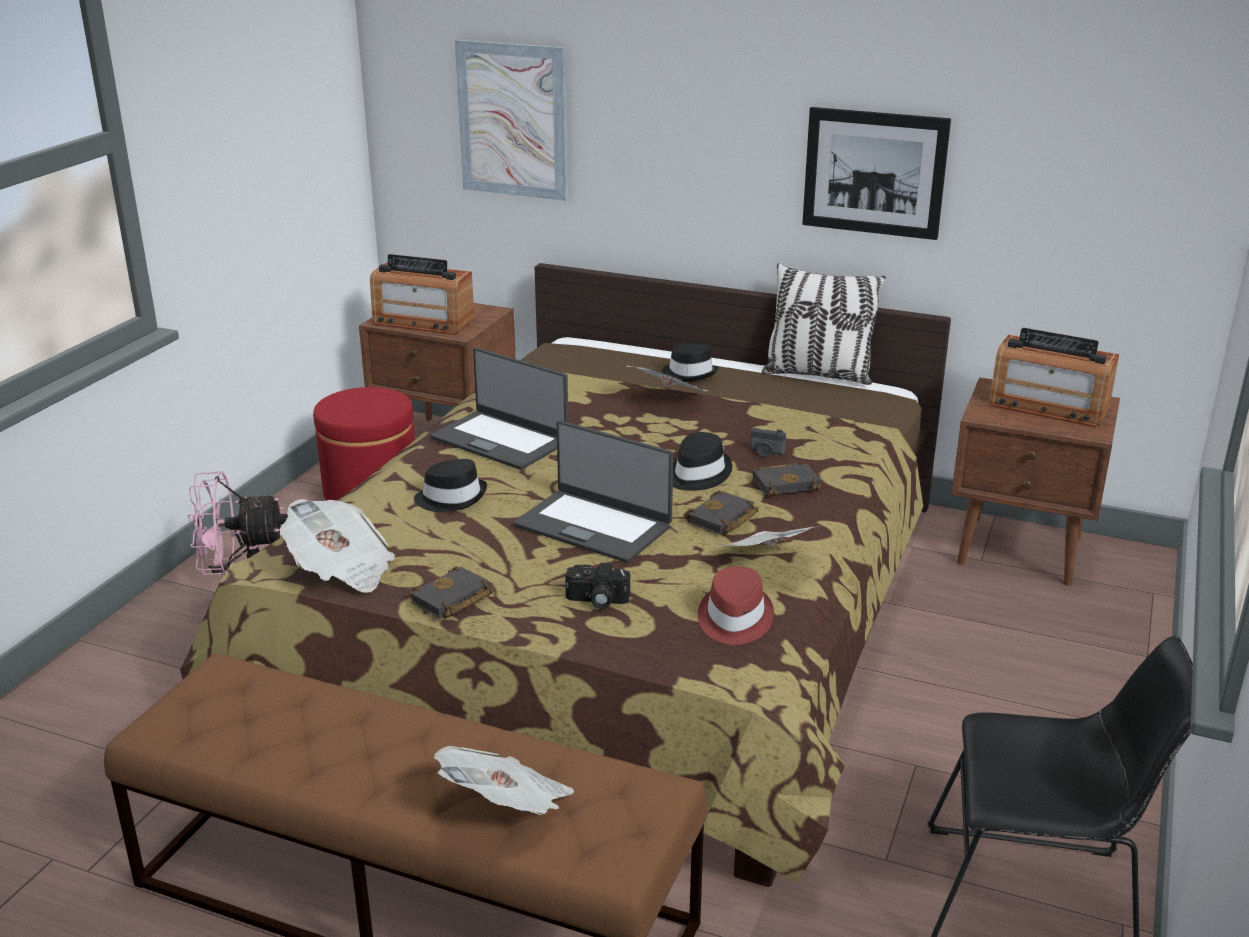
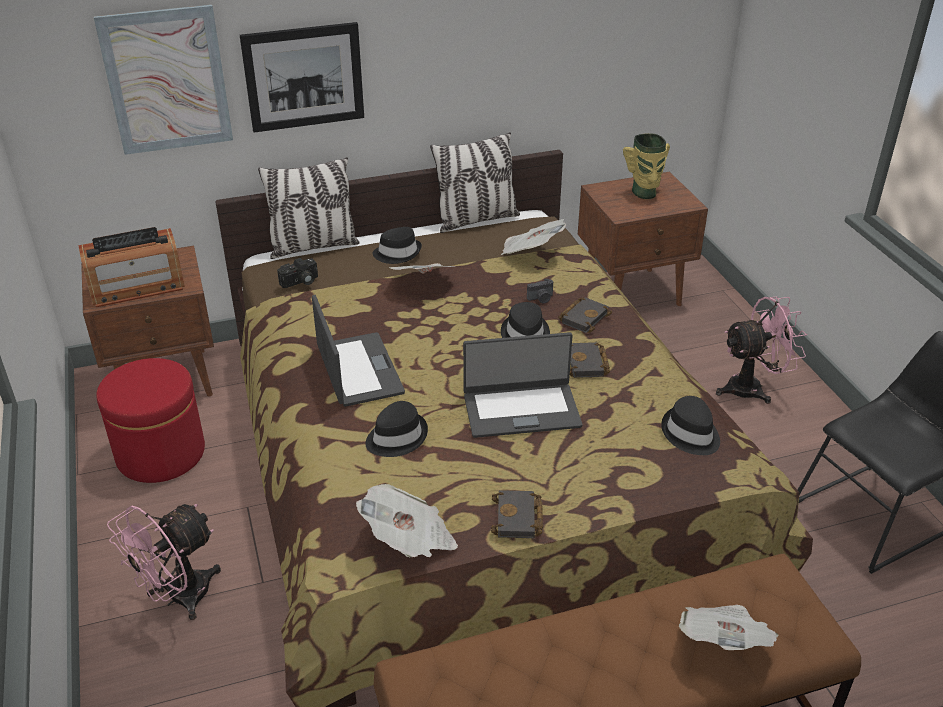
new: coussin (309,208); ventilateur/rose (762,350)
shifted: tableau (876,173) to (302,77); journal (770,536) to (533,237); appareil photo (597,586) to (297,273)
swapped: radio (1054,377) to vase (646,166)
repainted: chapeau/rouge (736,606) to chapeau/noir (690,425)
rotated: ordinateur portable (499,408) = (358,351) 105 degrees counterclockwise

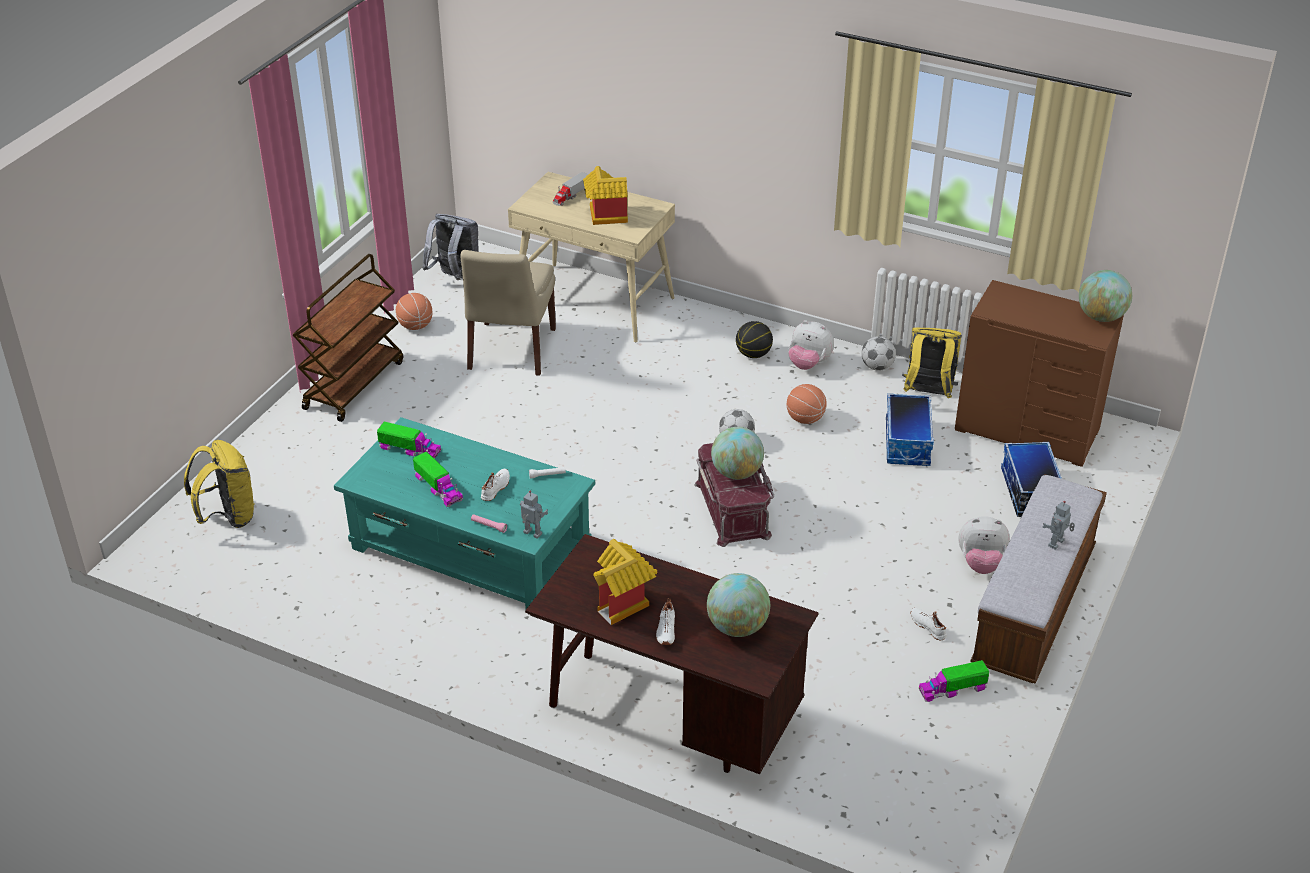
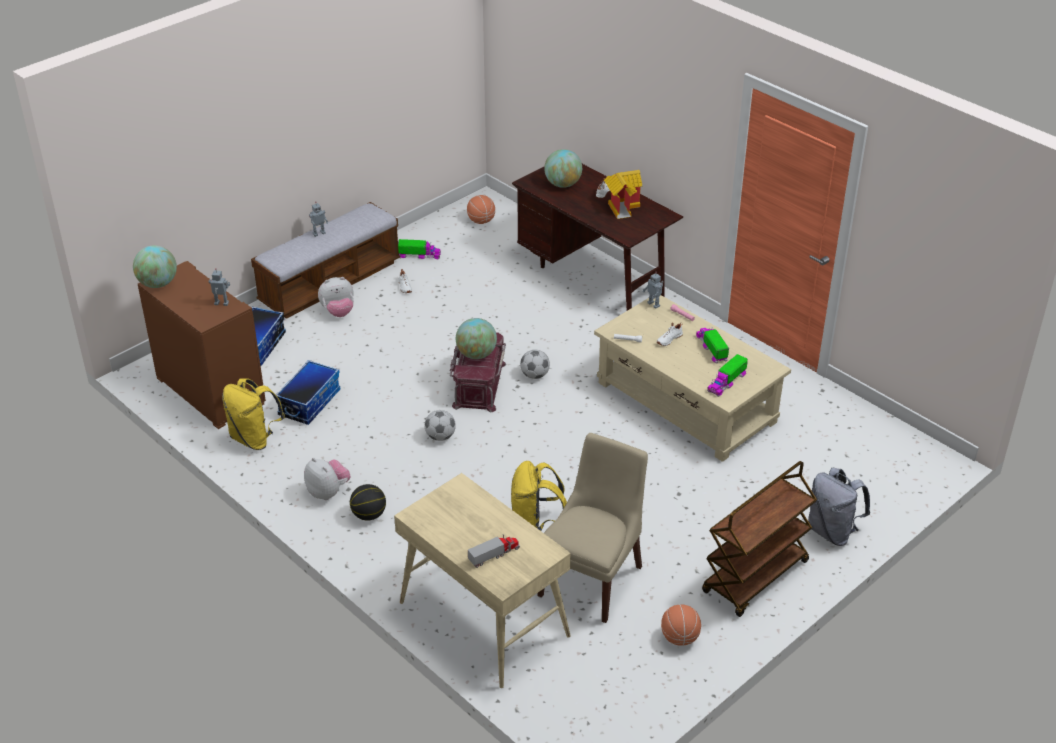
gone: maison miniature (605,195)
new: robot jouet (219,287)
shifted: sac à dos/gris (451,247) to (839,507); ballon de foot (878,353) to (535,364); ballon de basket (807,404) to (481,209); sac à dos/jaune (219,484) to (539,496)
repainted: table basse/turquoise (464,513) to table basse/beige (692,378)
rotated: camion jouet (409,440) = (727,375) 90 degrees counterclockwise; peluche (984,545) = (336,297) 135 degrees clockwise

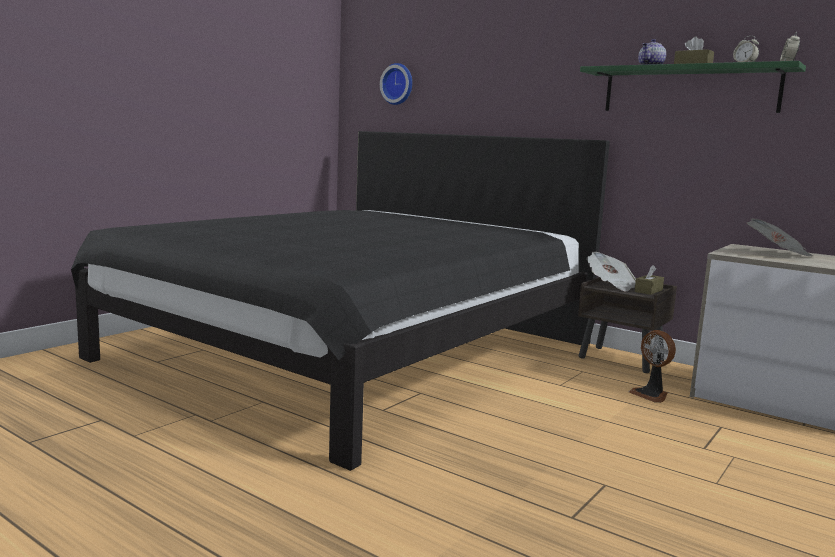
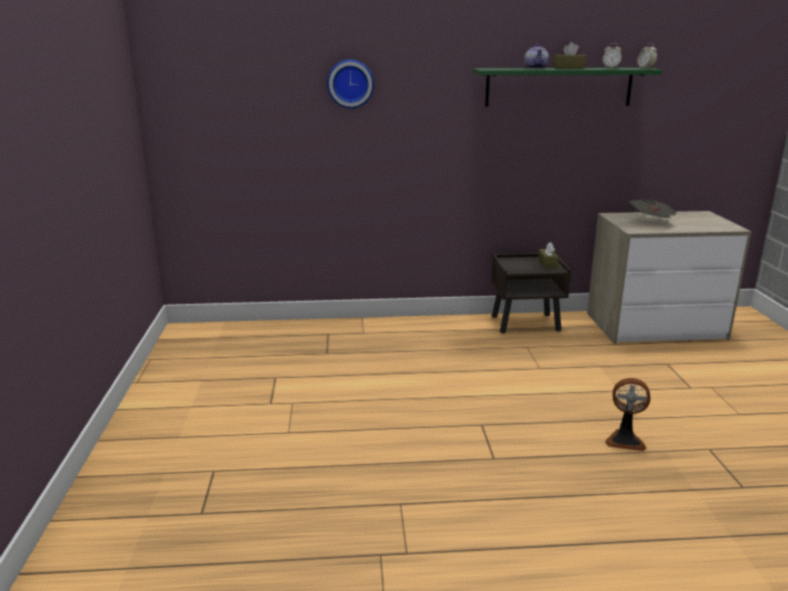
gone: lit/noir (340,301); journal (611,271)
shifted: horloge murale (396,84) to (350,83); ventilateur (652,366) to (627,414)

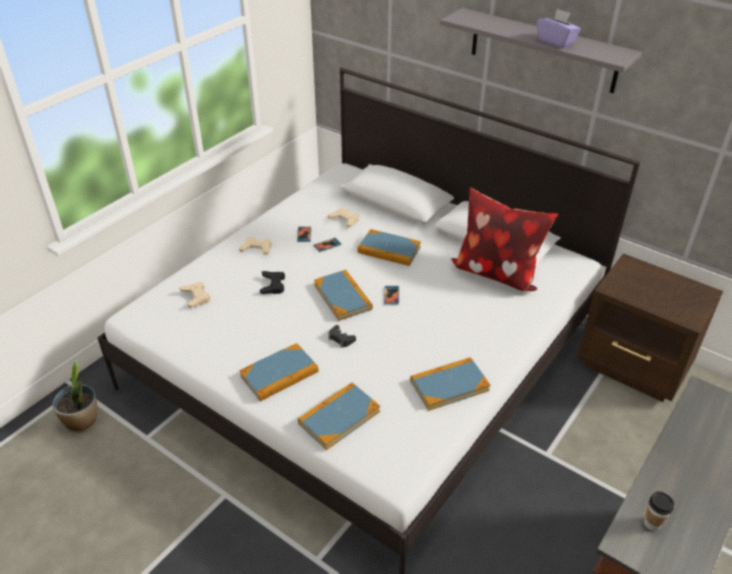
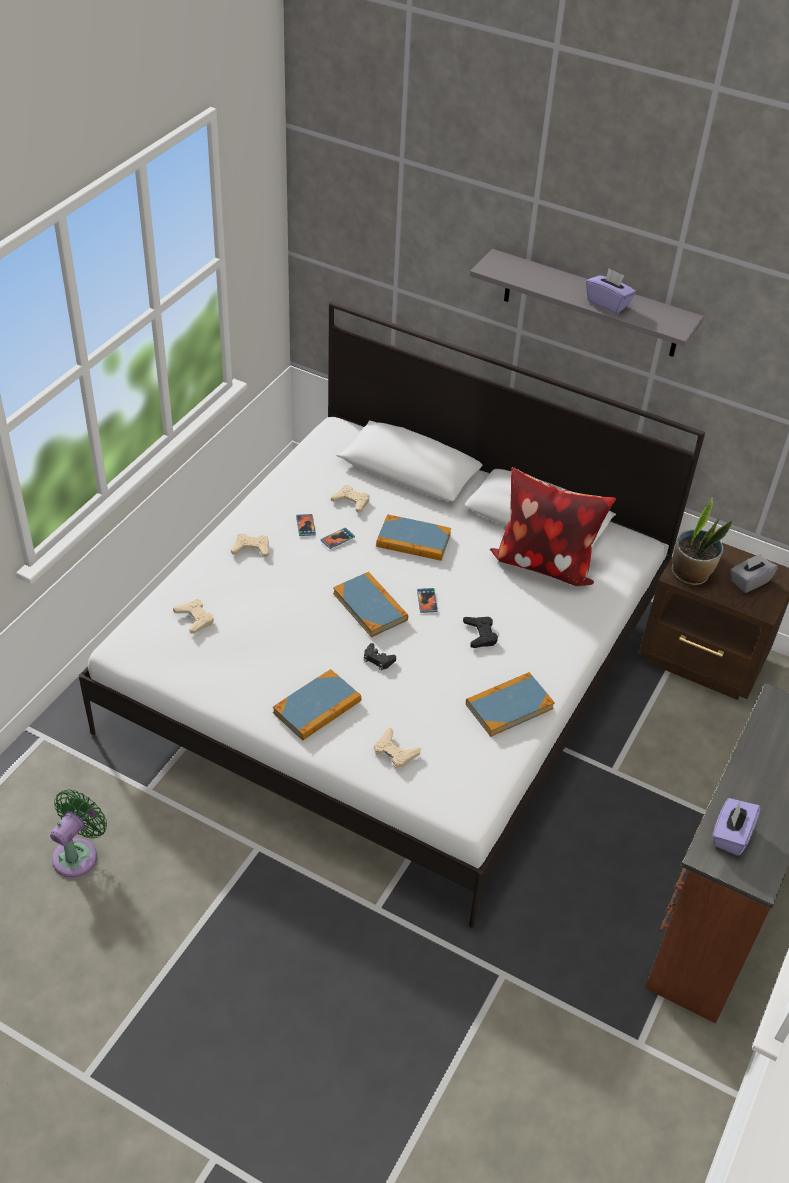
new: boîte à mouchoirs/gris (754,573); ventilateur/vert (78,833)
shifted: manette/noir (272,282) to (480,632); plante en pot (75,396) to (702,541)
swapped: livre (339,416) to manette/beige (397,748); tasse (659,511) to boîte à mouchoirs/violet (736,826)

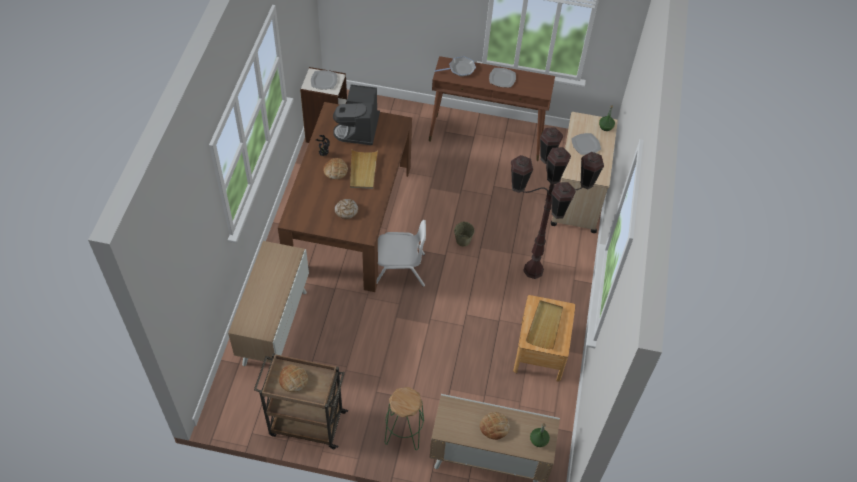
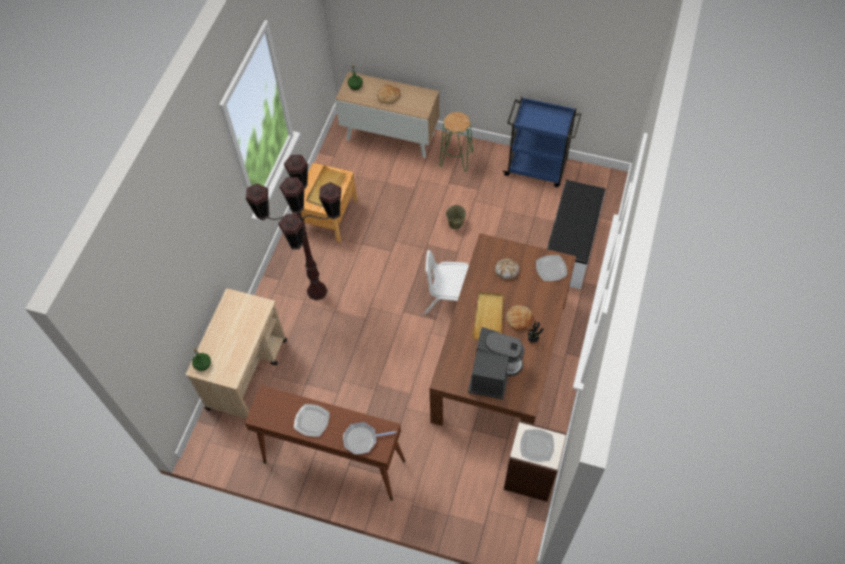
gone: pain (293,378)
shifted: assiette (586,144) to (551,268); seau/beige (464,233) to (456,217)
swapped: meuble de rangement (268,303) to banc/blanc (576,234)
repainted: chariot/marron (301,401) to chariot/bleu (542,142)

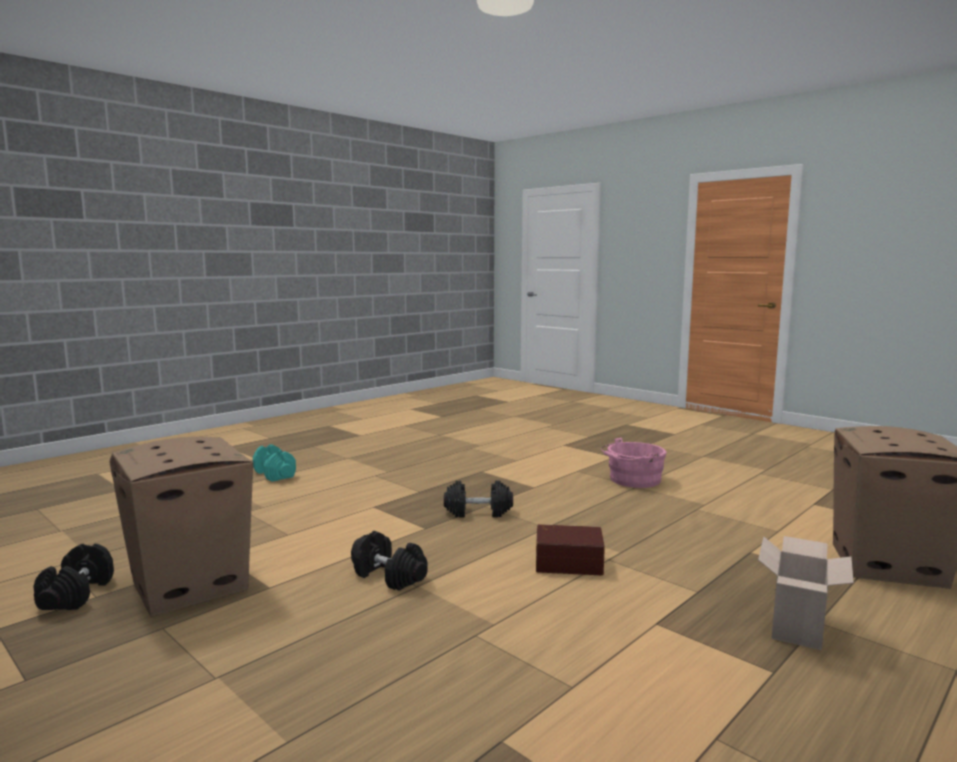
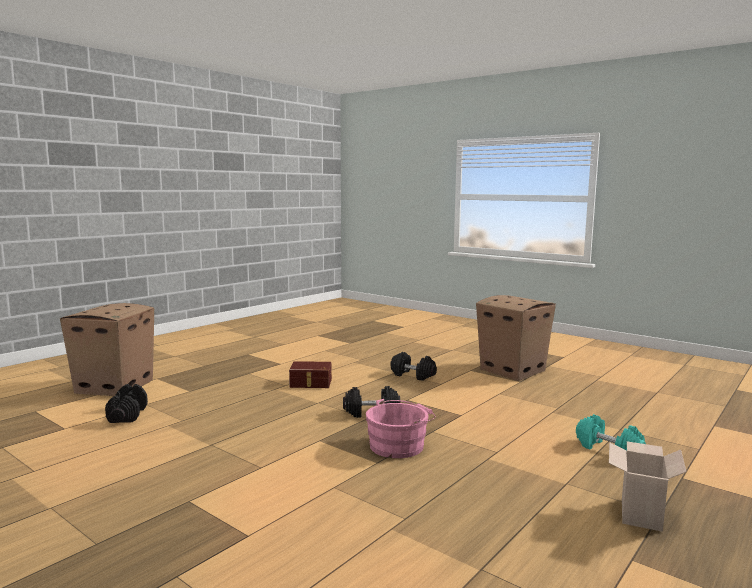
shifted: seau/rose (633,463) to (401,428); carton (806,593) to (647,486); haltère/noir (73,577) to (126,403)

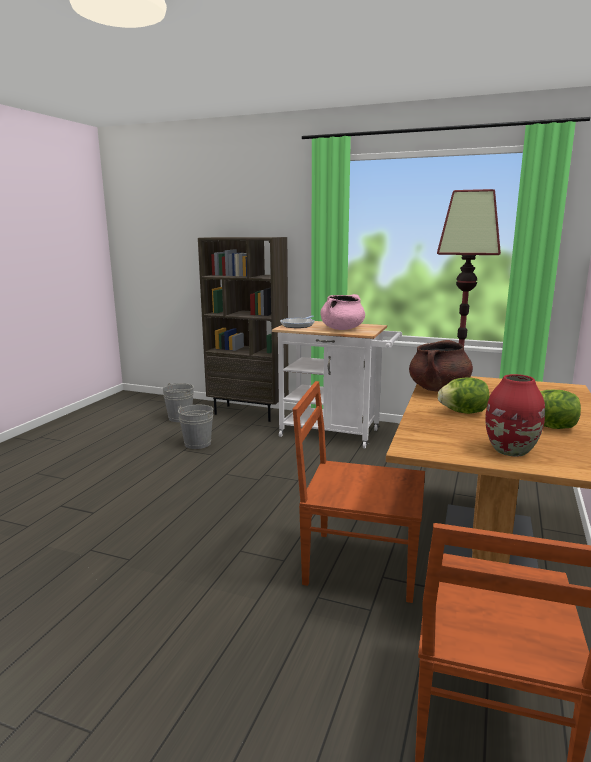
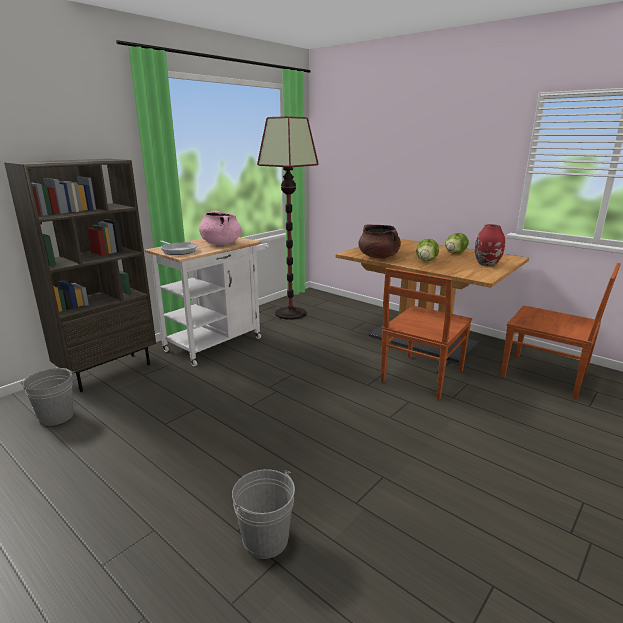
shifted: seau/gris (195,427) to (263,514)

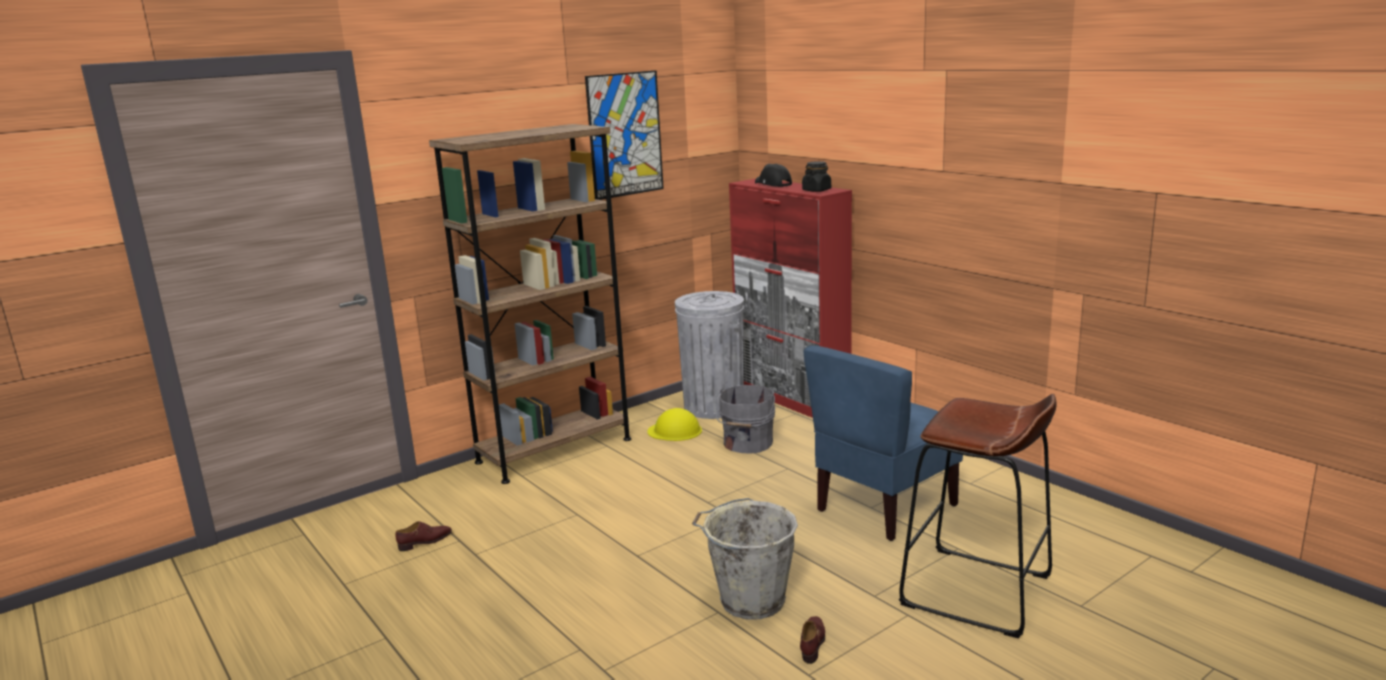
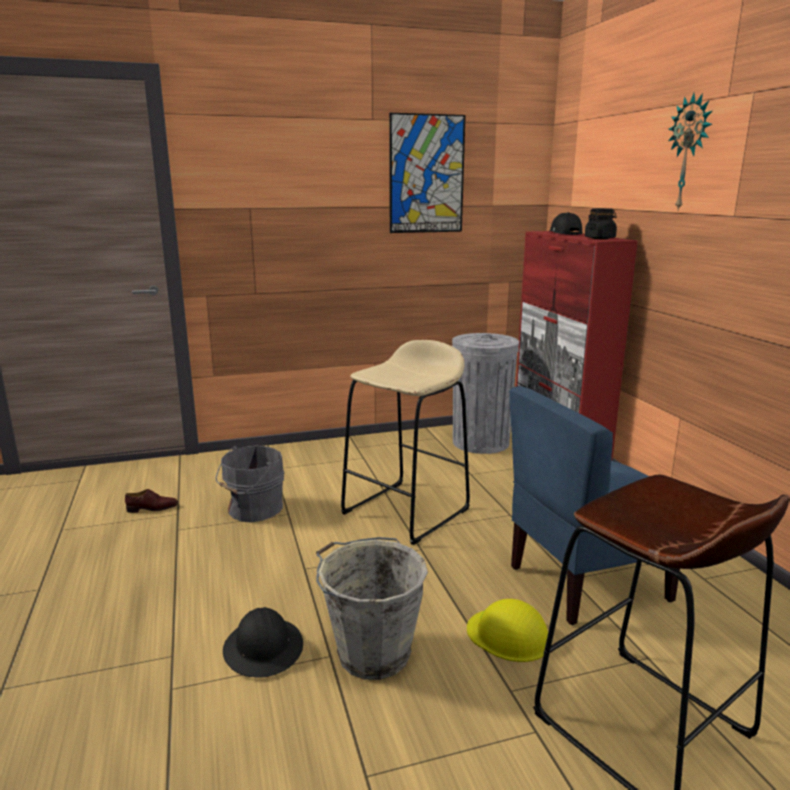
gone: bibliothèque/marron (530,304); chaussure/marron (812,640)
new: horloge murale (690,151); tabouret/beige (405,442); casque de chantier/noir (263,642)
shifted: seau/gris (745,419) to (250,484); casque de chantier/jaune (674,424) to (507,630)

